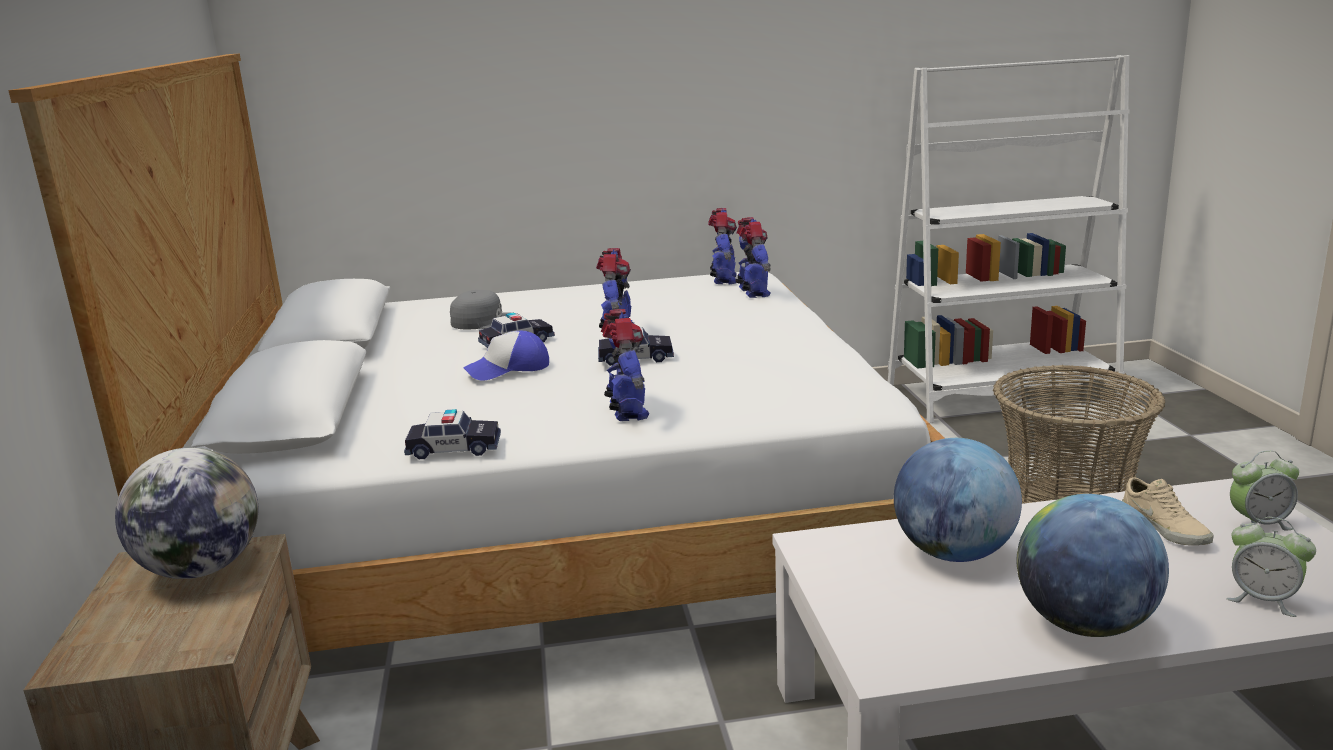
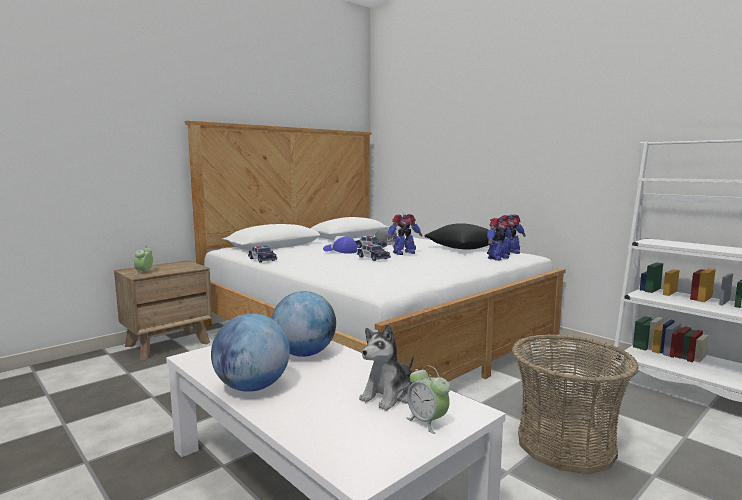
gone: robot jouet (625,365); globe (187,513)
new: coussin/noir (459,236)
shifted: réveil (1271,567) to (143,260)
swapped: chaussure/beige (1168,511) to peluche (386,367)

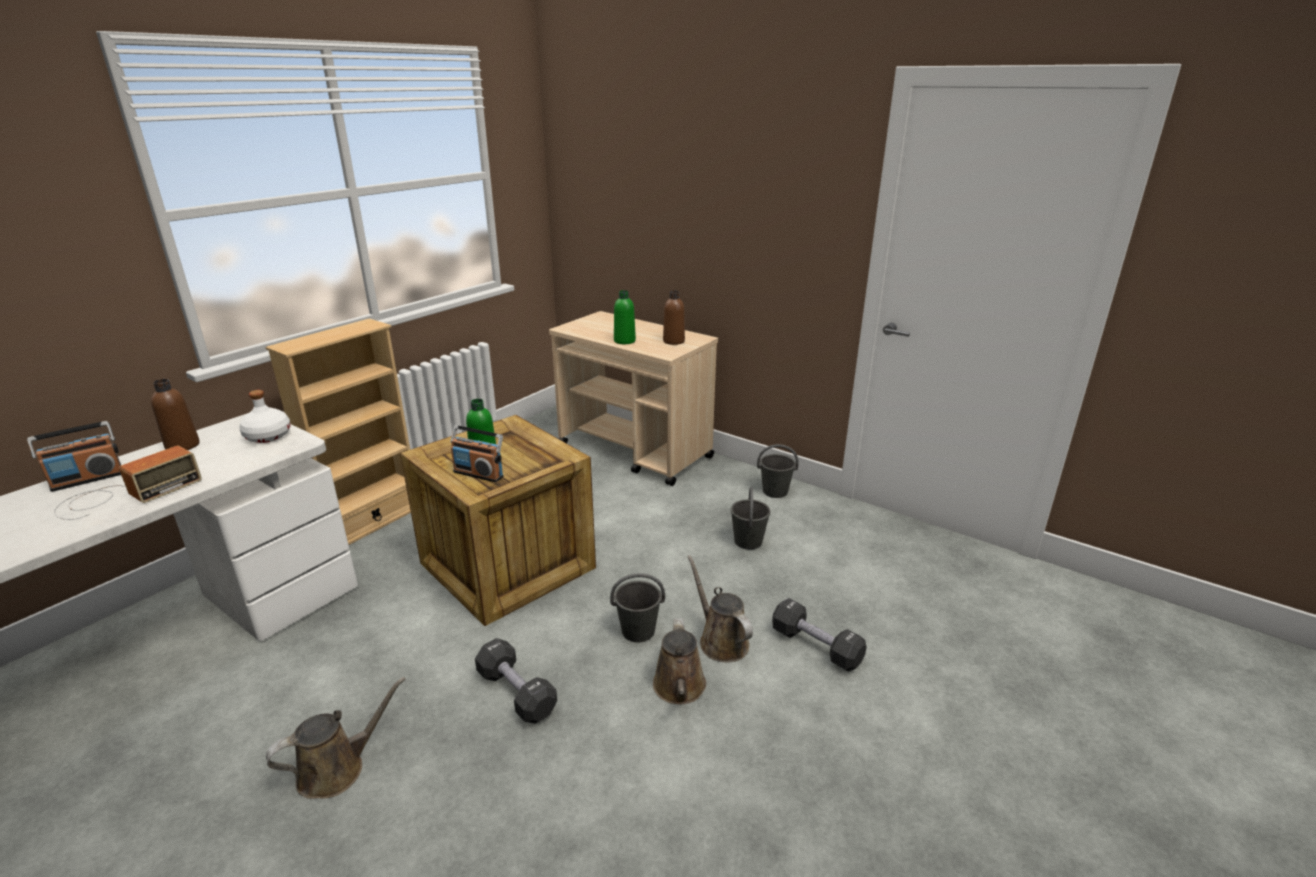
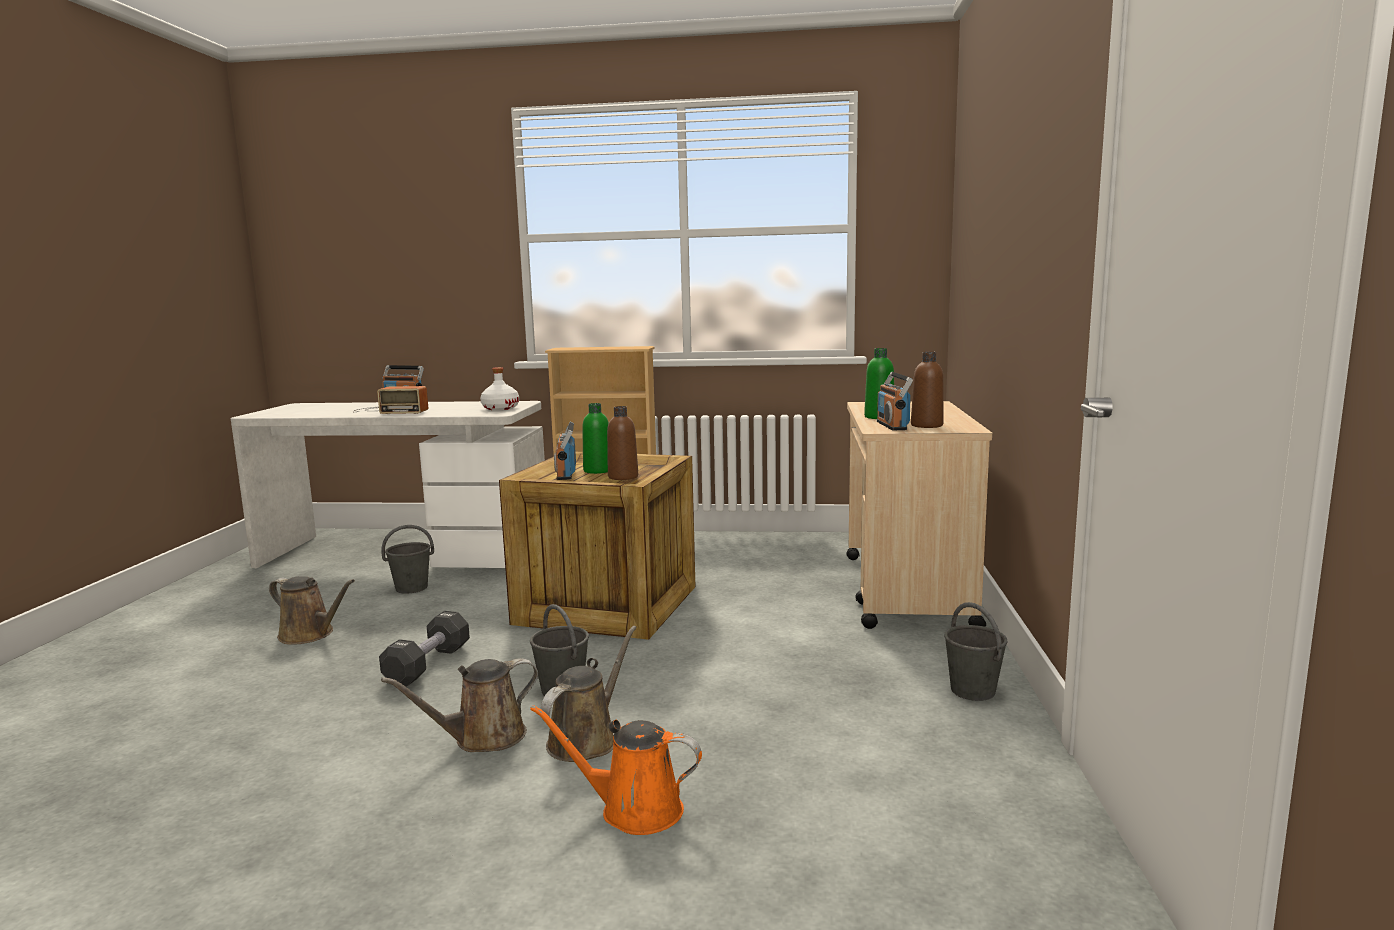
new: radio (895,401)
shifted: bouteille/marron (175,414) to (622,443); seau/gris (750,518) to (408,559)
swapped: haltère/noir (819,634) to arrosoir/orange (616,770)

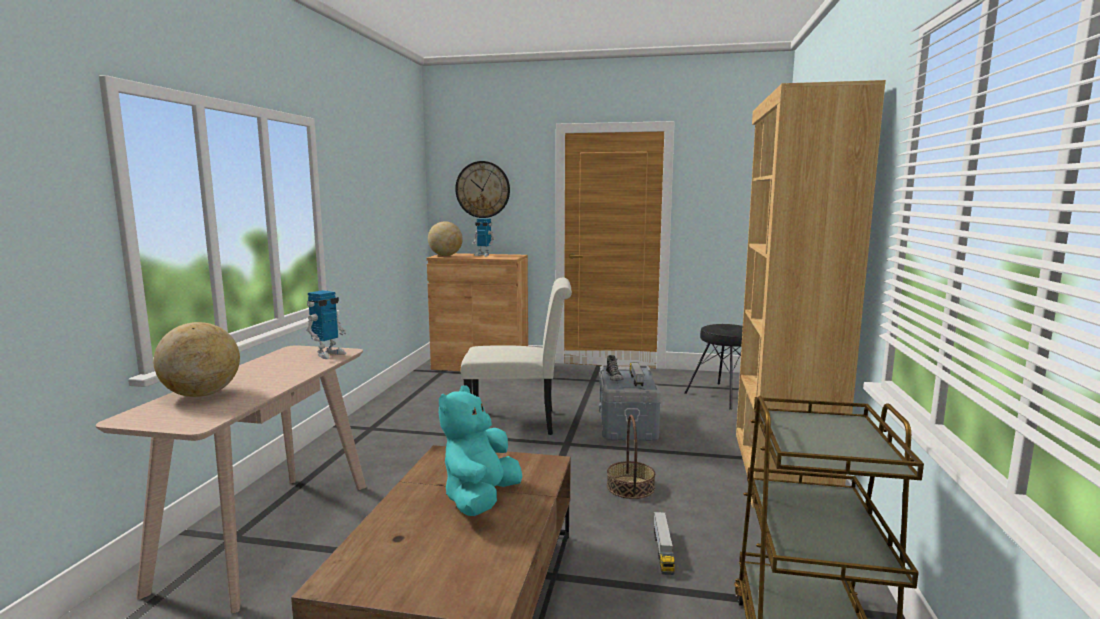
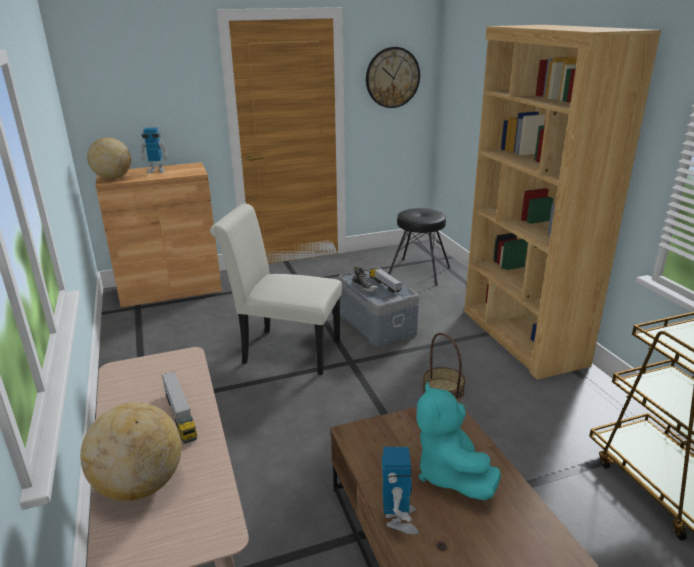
shifted: horloge murale (482,189) to (393,77); robot jouet (326,324) to (400,490); camion jouet (664,543) to (179,407)
rotated: chaise/blanc (516,356) = (276,289) 135 degrees counterclockwise

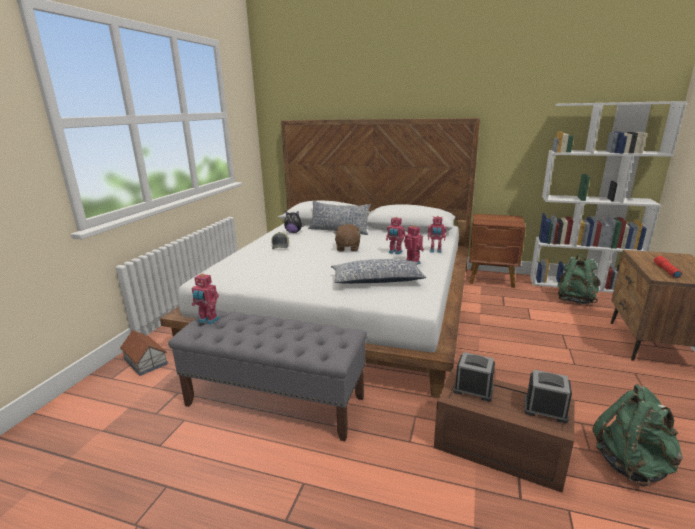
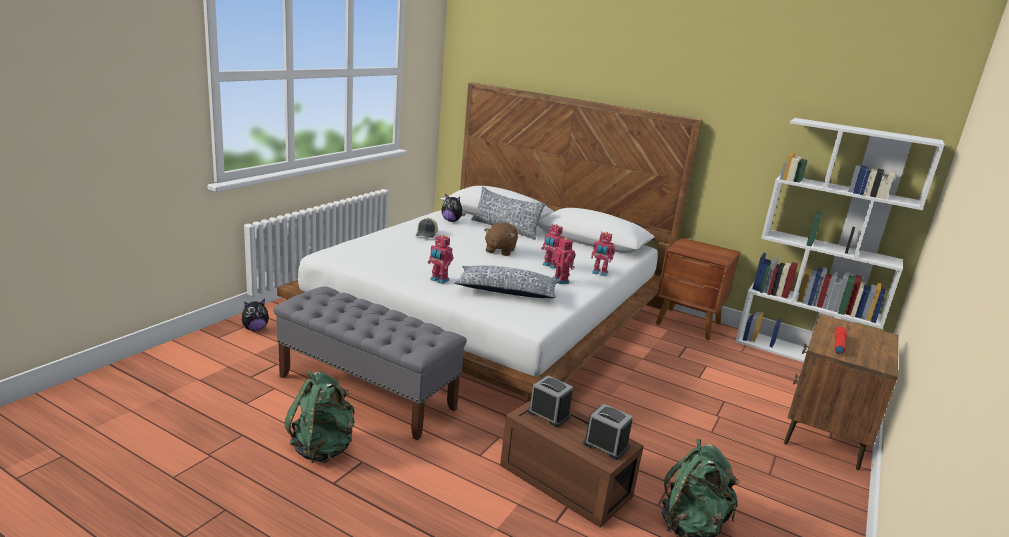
shifted: sac à dos/vert (579,279) to (320,417); robot jouet (206,299) to (441,259)
swapped: maison miniature (144,353) to peluche (255,315)

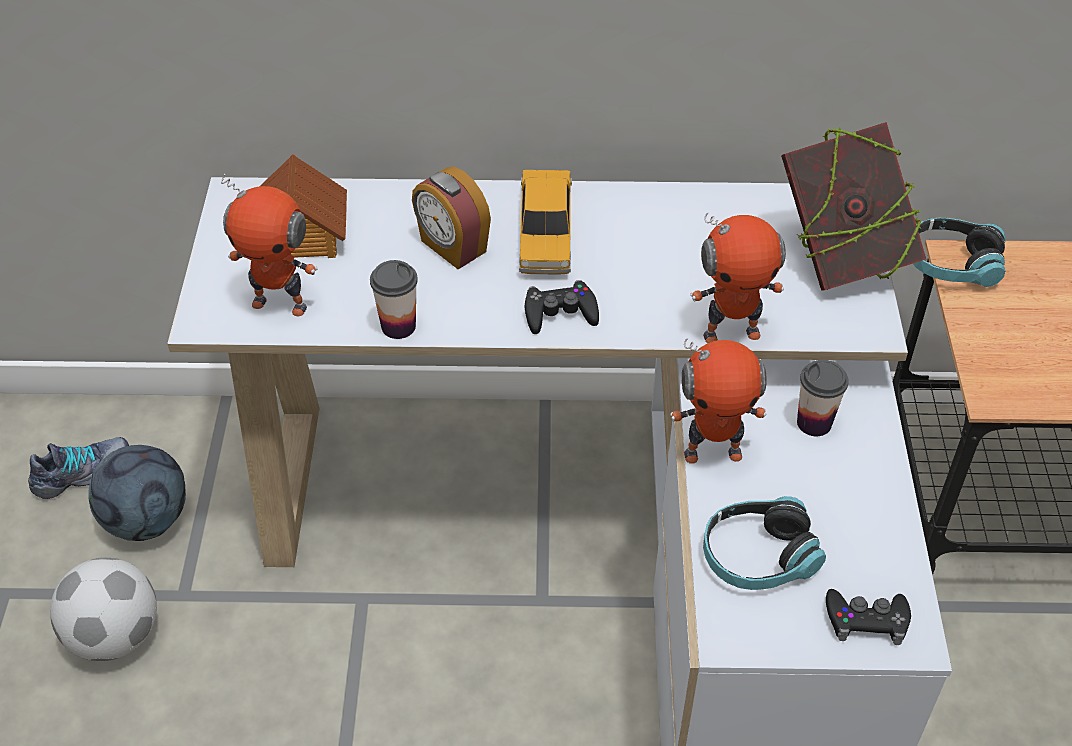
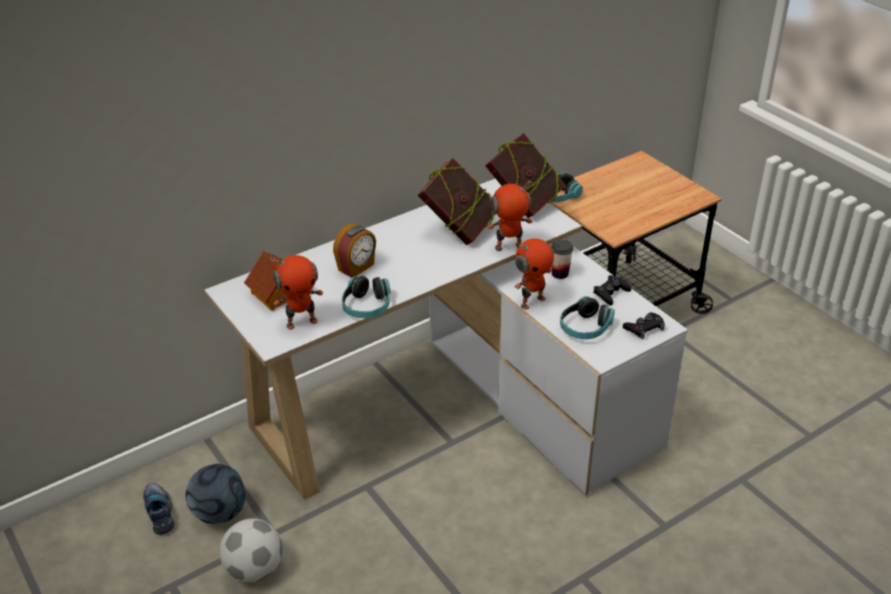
gone: petite voiture (545,222)
new: livre (456,201)
shifted: manette/noir (562,307) to (612,290)
swapped: tasse (394,299) to casque audio (366,297)
rotated: réveil (451,218) = (354,251) 60 degrees counterclockwise; robot jouet (738,278) = (510,216) 150 degrees counterclockwise; chaussure (78,468) = (159,509) 45 degrees counterclockwise

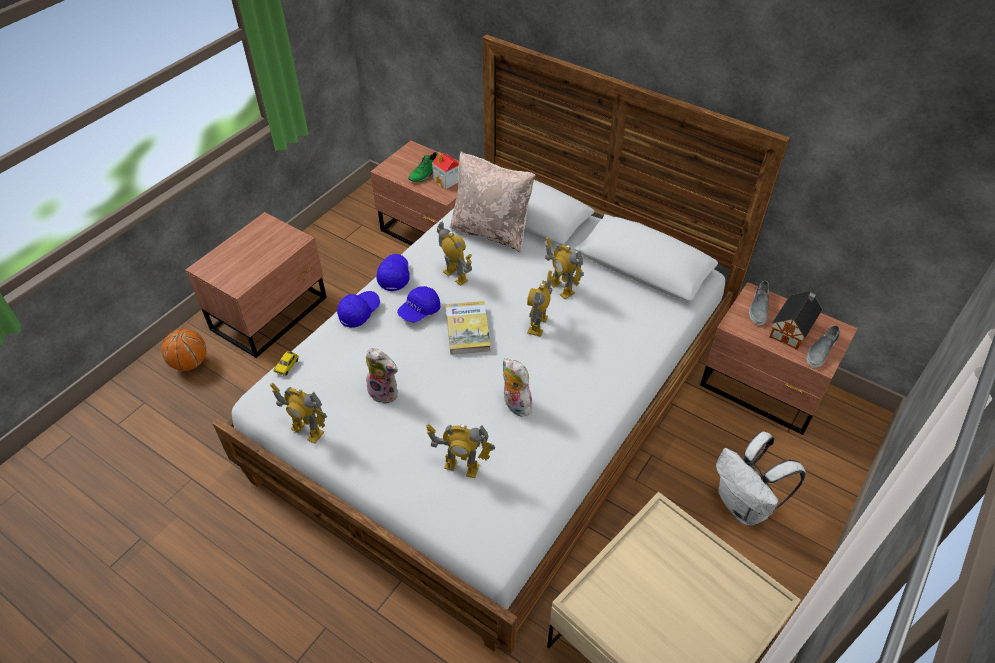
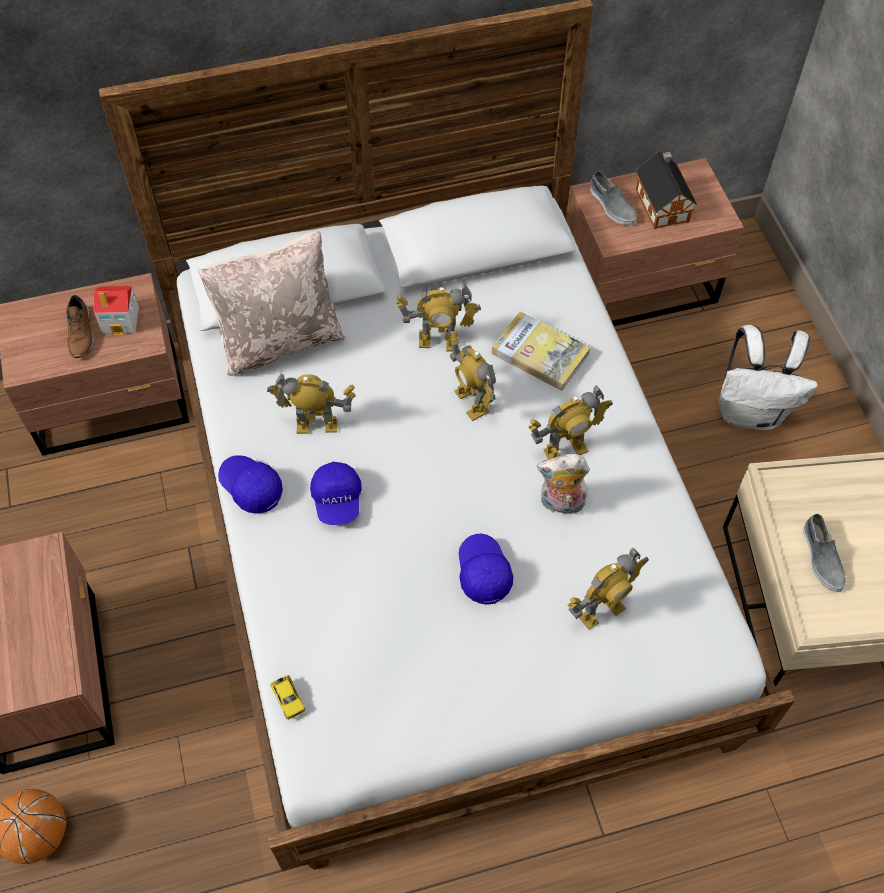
gone: peluche (382,376)
shifted: casquette/bleu (358,309) to (486,569); livre (468,328) to (541,351); chaussure/gris (823,346) to (824,553); robot jouet (298,413) to (570,422)
repainted: chaussure/vert (423,167) to chaussure/marron (80,326)

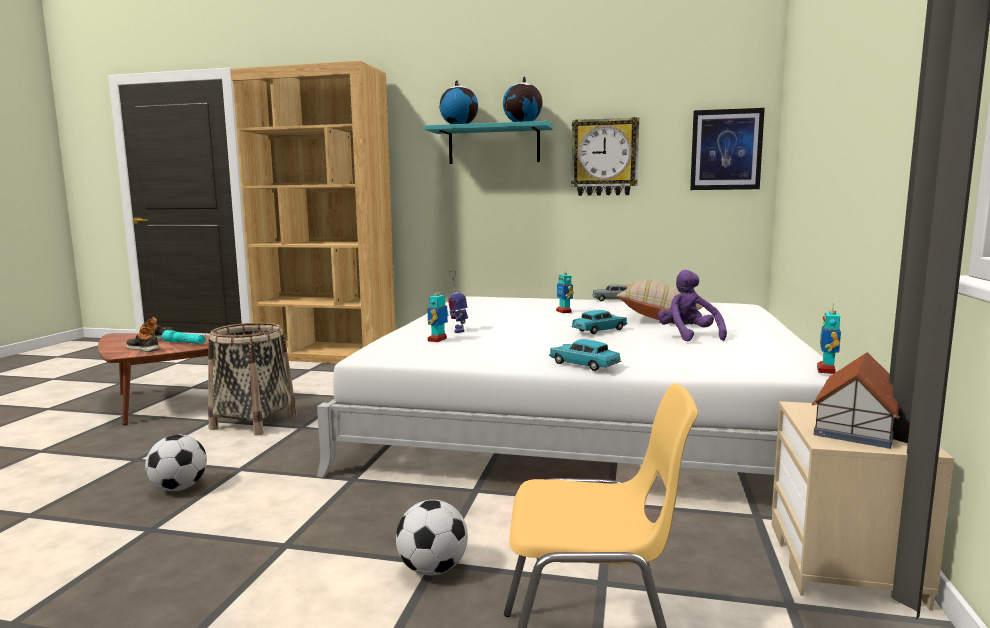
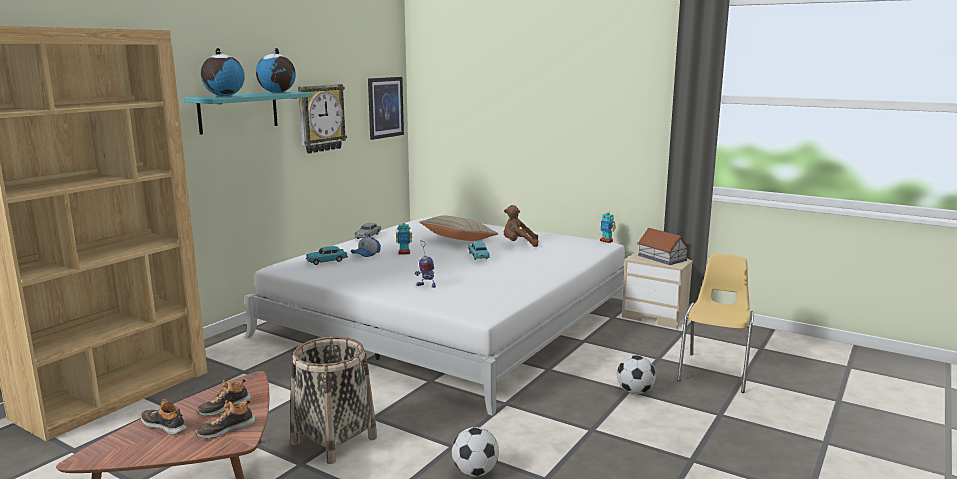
gone: robot jouet (438,314)
new: casquette (366,247)
shifted: petite voiture/turquoise (585,355) to (327,255)
swapped: lampe de poche/turquoise (184,337) to chaussure (223,397)
repainted: peluche/violet (692,305) to peluche/marron (521,226)

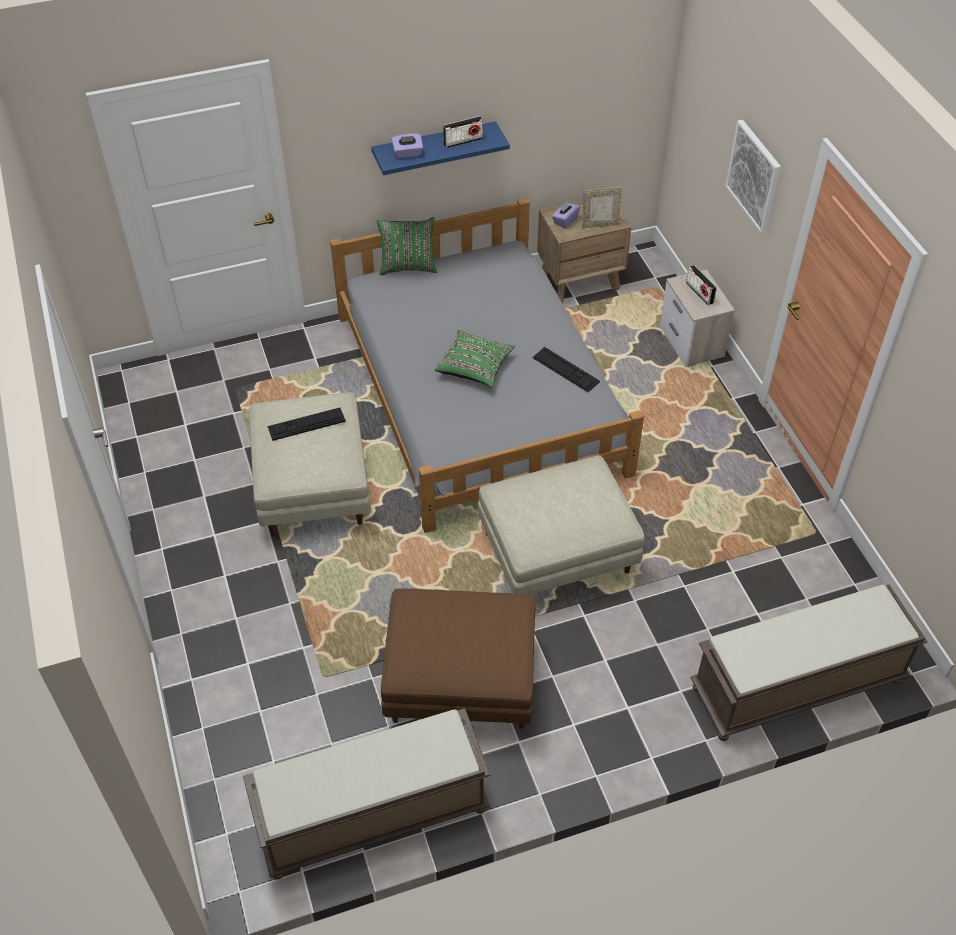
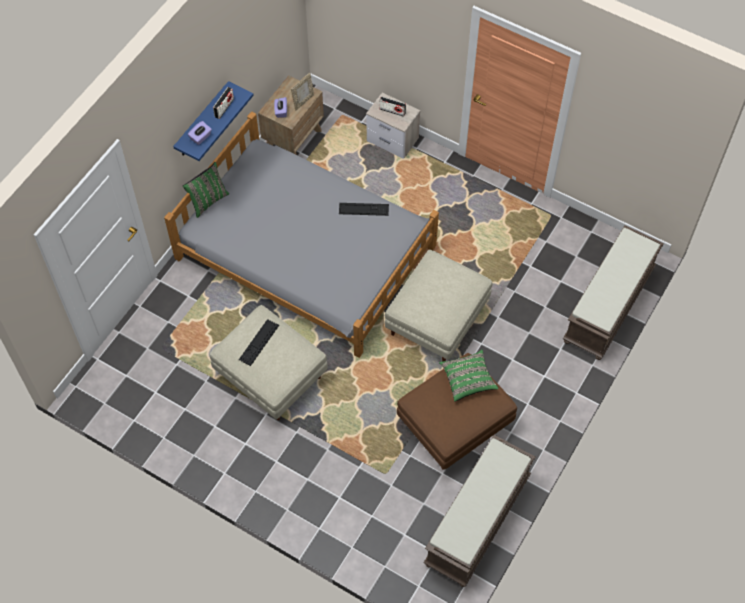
gone: tableau (753,177)
shifted: coussin/vert (475,359) to (468,376)

